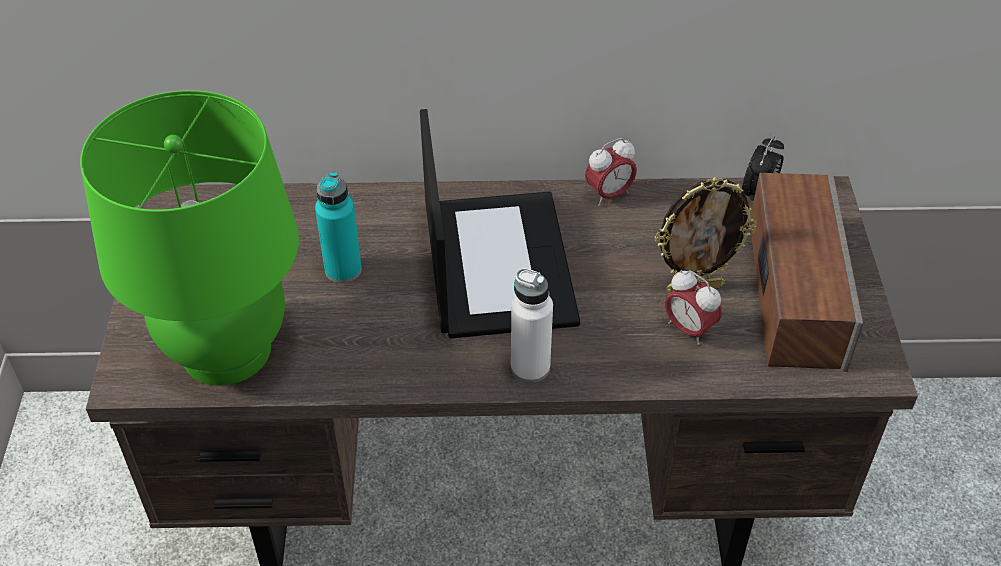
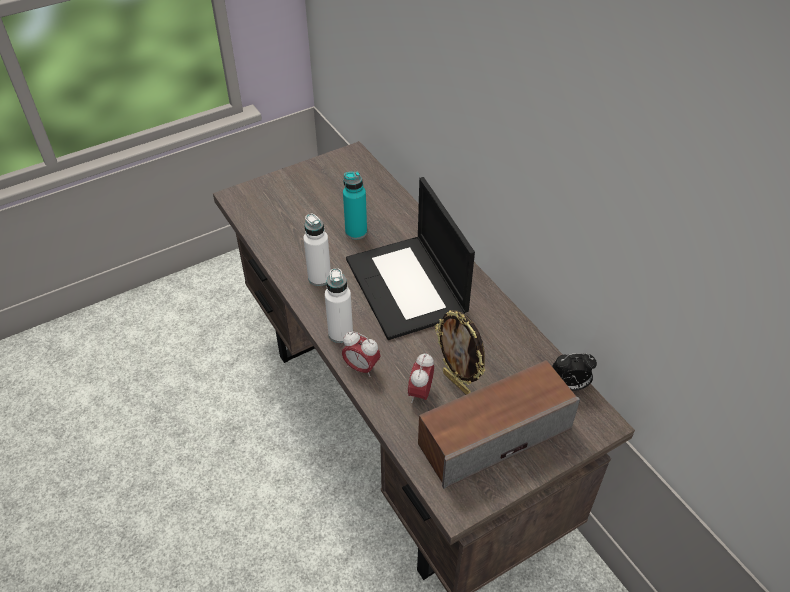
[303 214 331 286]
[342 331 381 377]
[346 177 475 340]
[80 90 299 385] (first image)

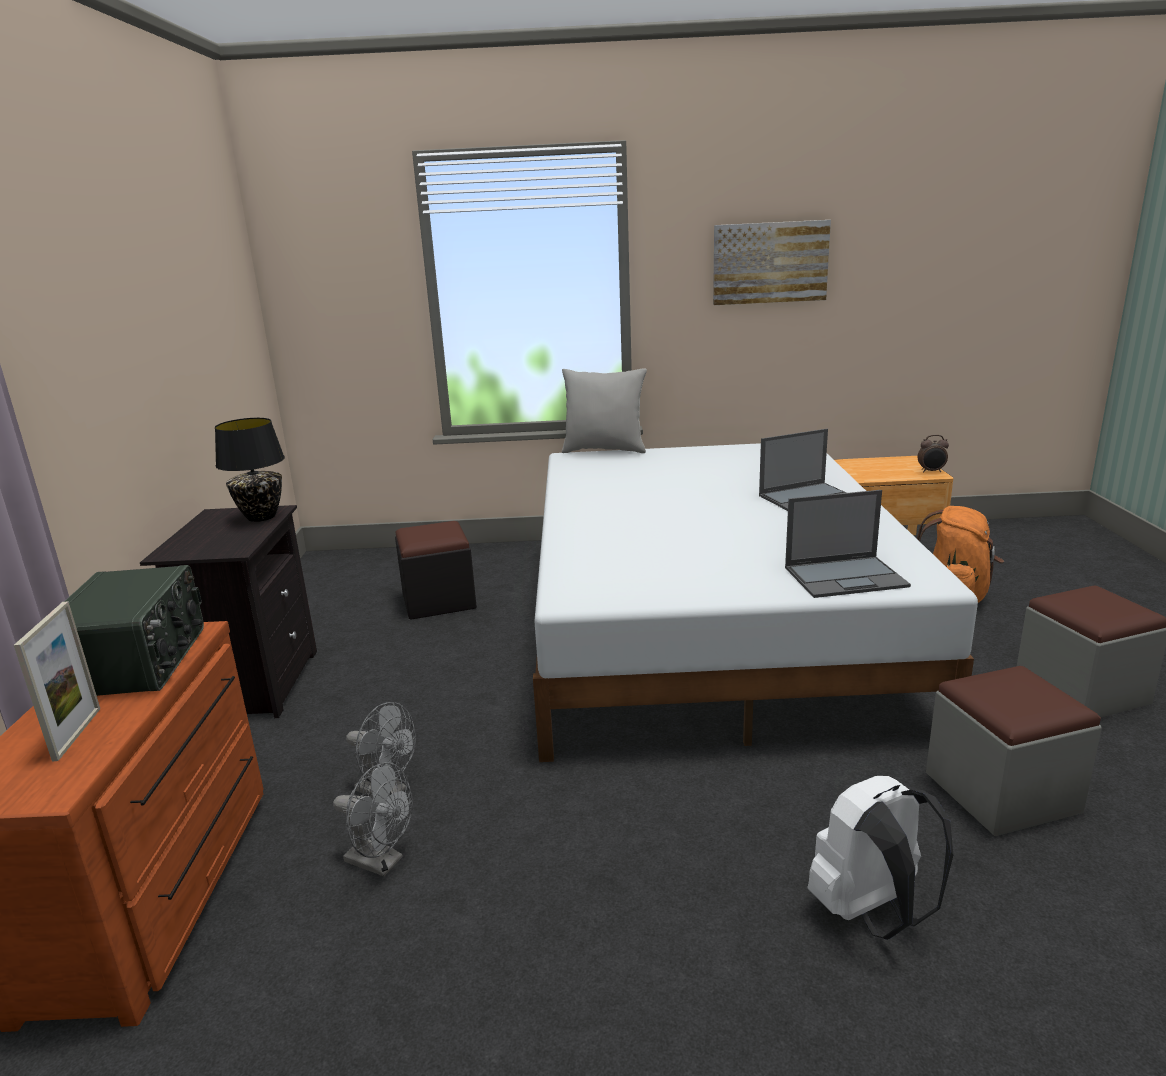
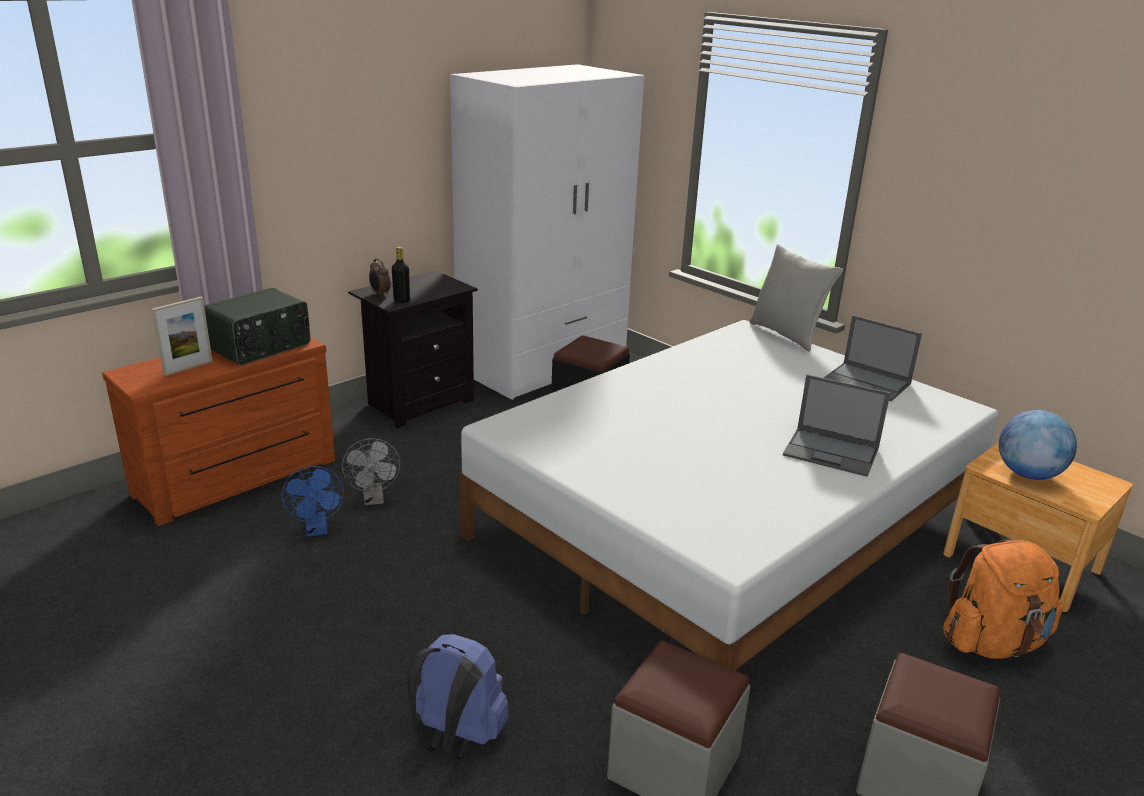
[281 466 344 537]
[369 258 391 297]
[392 247 410 303]
[407 634 509 761]
[450 64 644 400]
[824 315 922 401]
[999 410 1077 480]
[215 418 285 522] (first image)
[713 220 831 305] (first image)

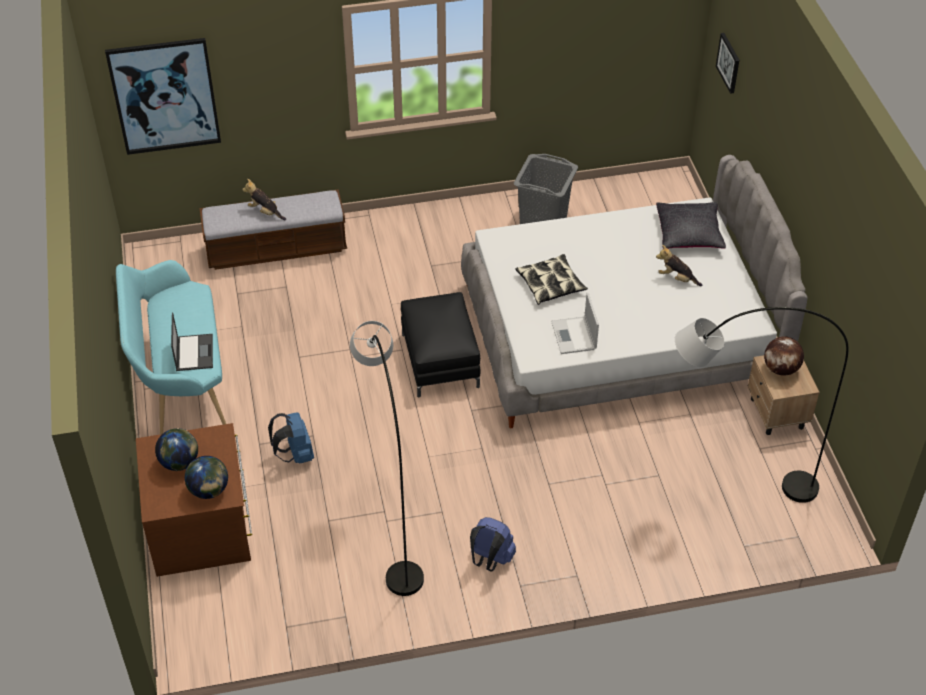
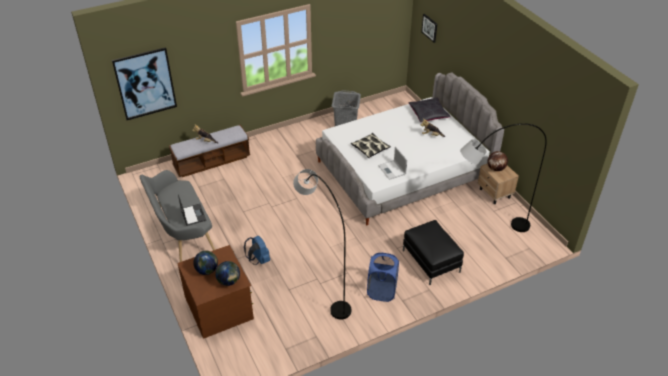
[140 170 215 262]
[367 252 399 302]
[403 220 464 285]

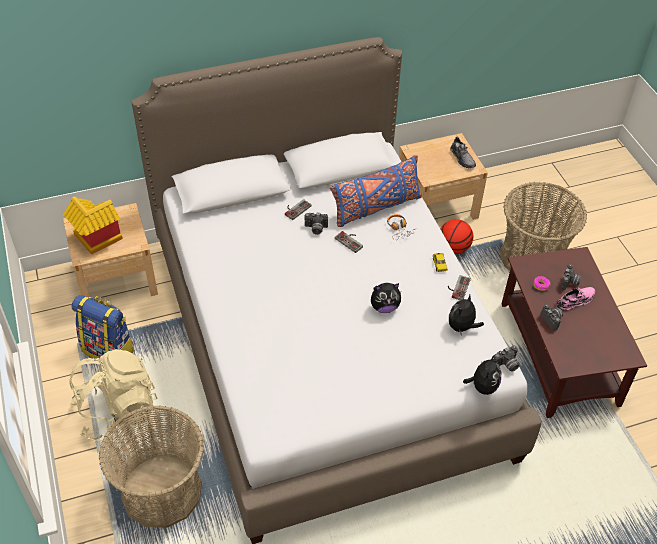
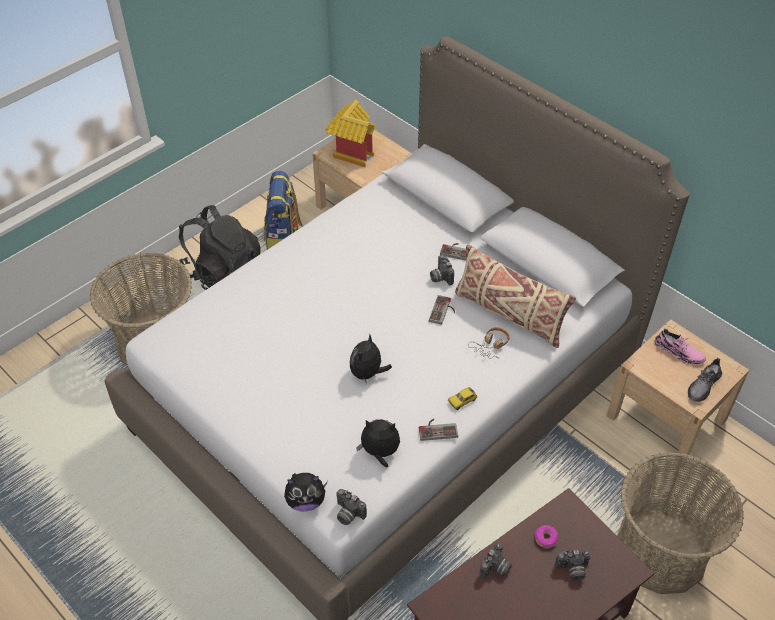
[177 205 261 290]
[350 334 392 384]
[455 245 576 348]
[655 328 706 364]
[441 219 473 254] (first image)

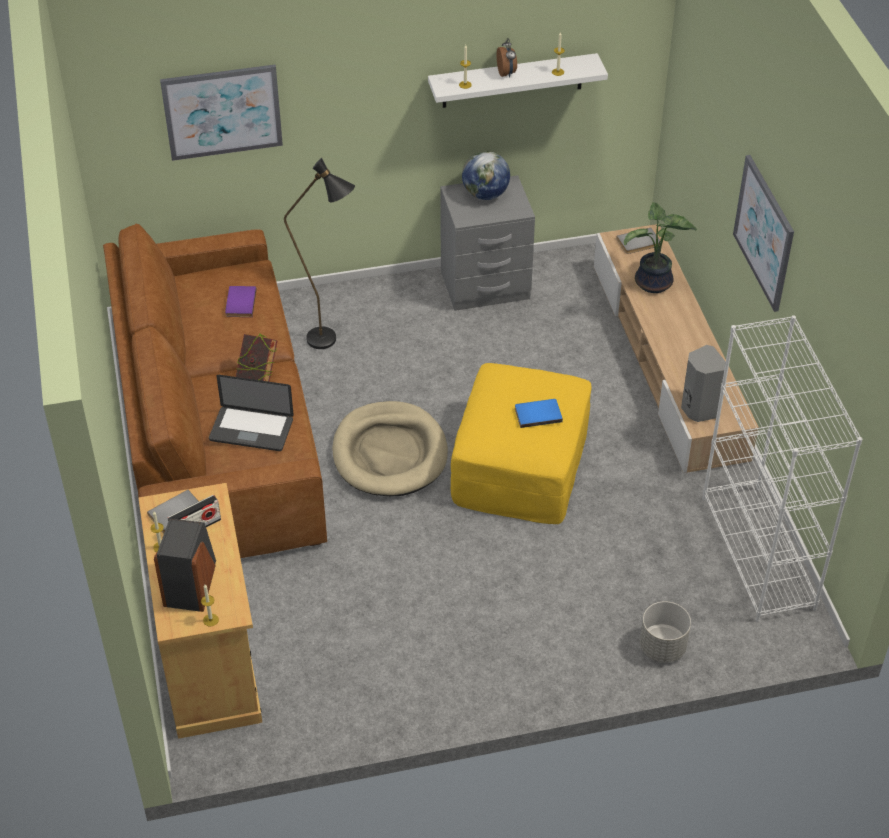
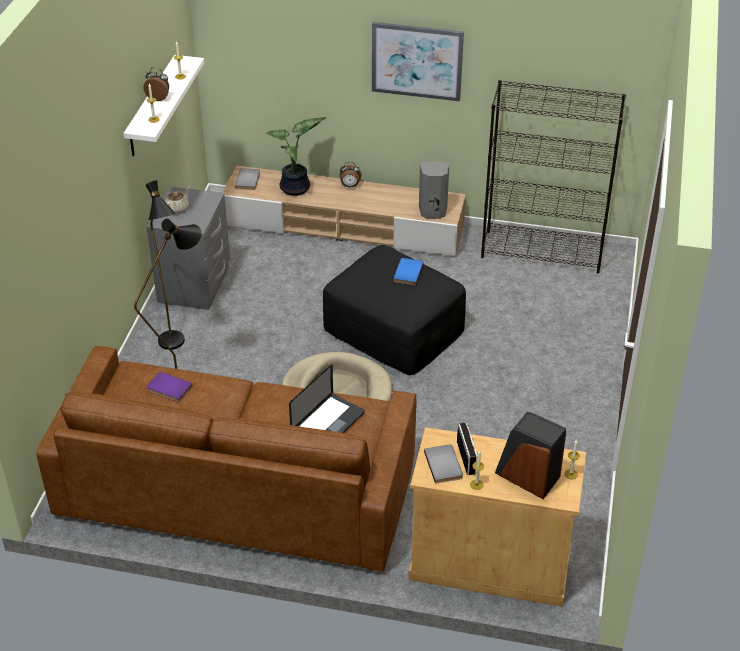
[145 180 185 350]
[165 186 190 213]
[323 245 466 375]
[339 162 361 187]
[481 80 626 273]
[160 65 283 161] (first image)
[236 333 278 382] (first image)
[640 601 691 663] (first image)

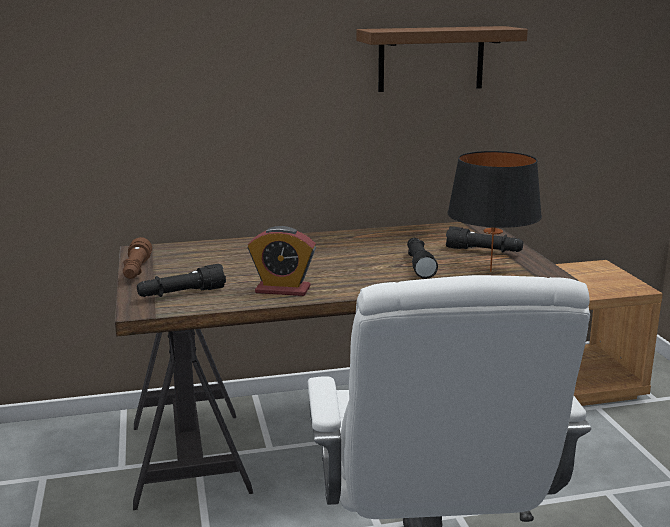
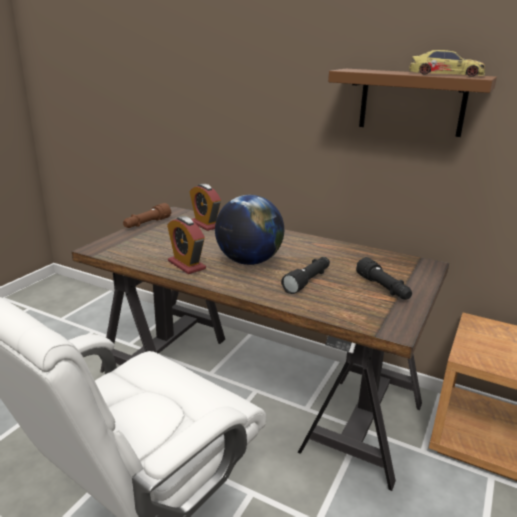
[190 184 221 231]
[215 195 284 265]
[409 50 485 77]
[137 264 226 297] (first image)
[447 151 542 272] (first image)

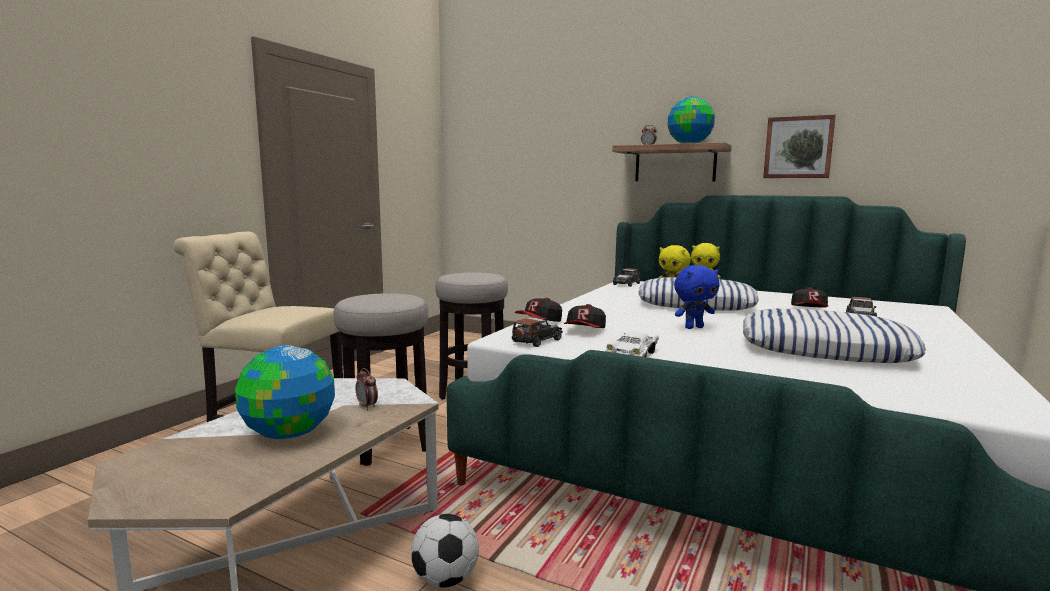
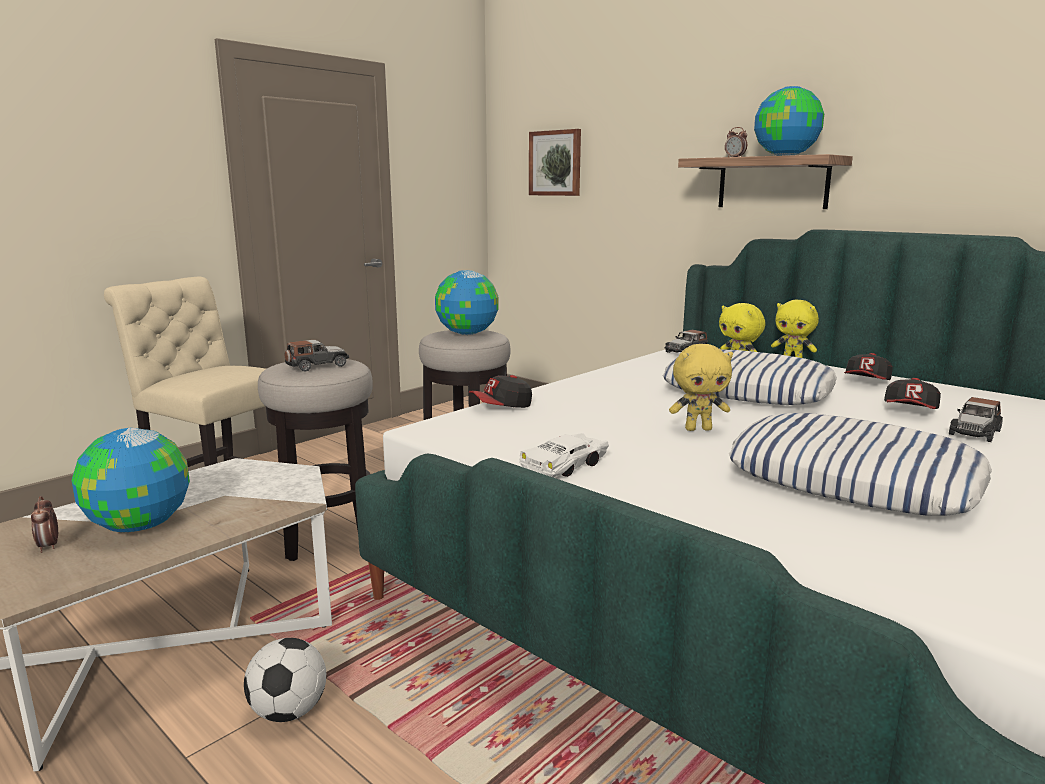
[31 496 58 553]
[284 340 349 372]
[435 270 499 335]
[529 129 581 196]
[669 344 733 431]
[844 353 893 380]

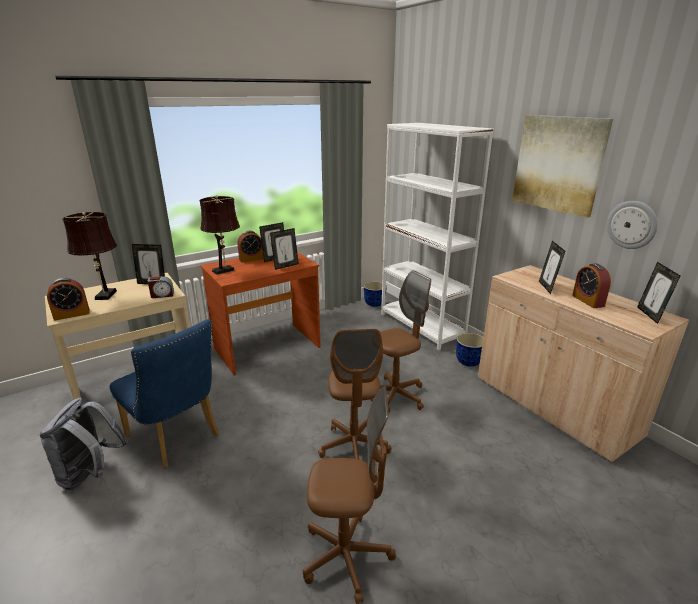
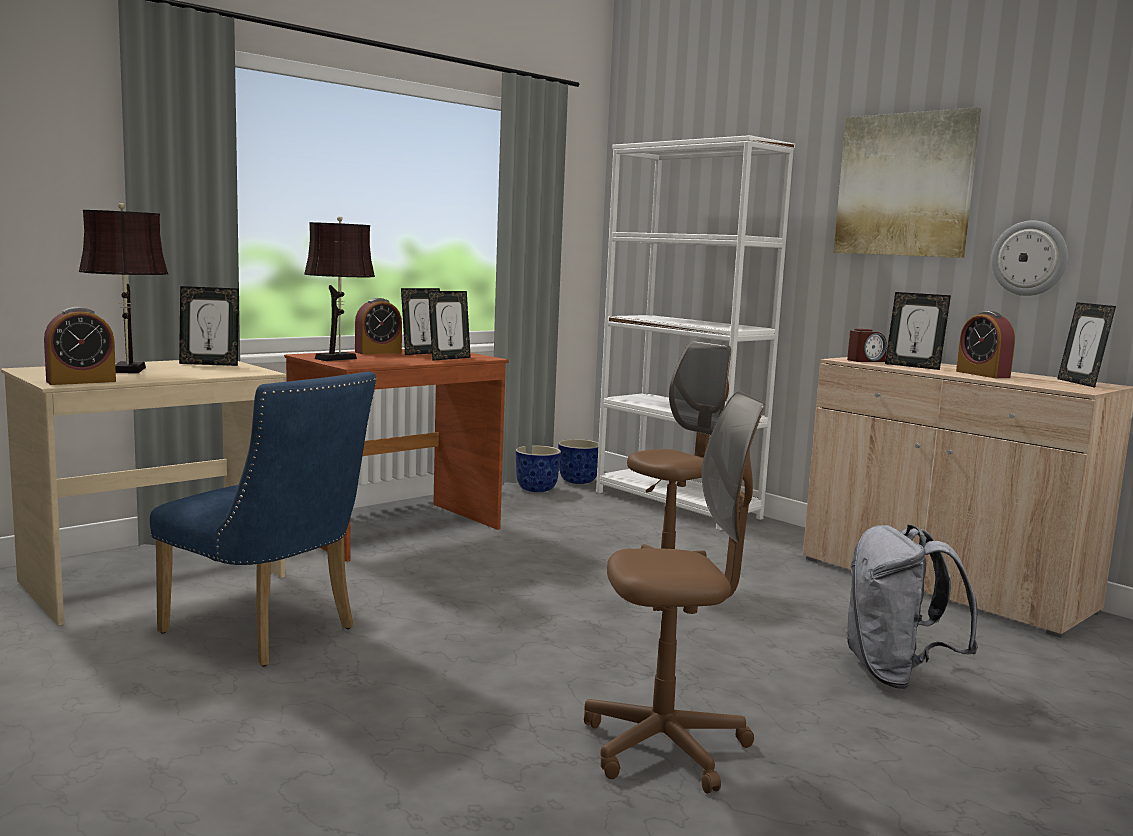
[516 445 561 492]
[845 525 978 689]
[847 329 887 362]
[885 292 951 370]
[318 329 391 460] (first image)

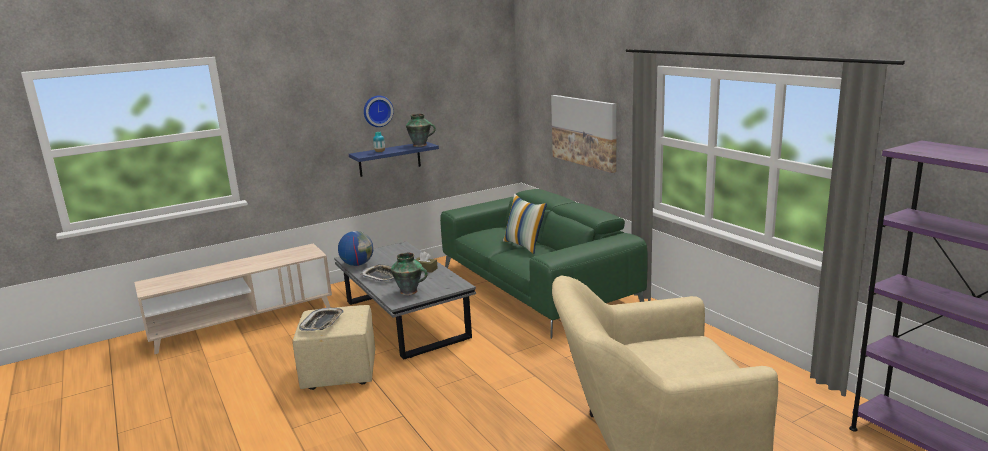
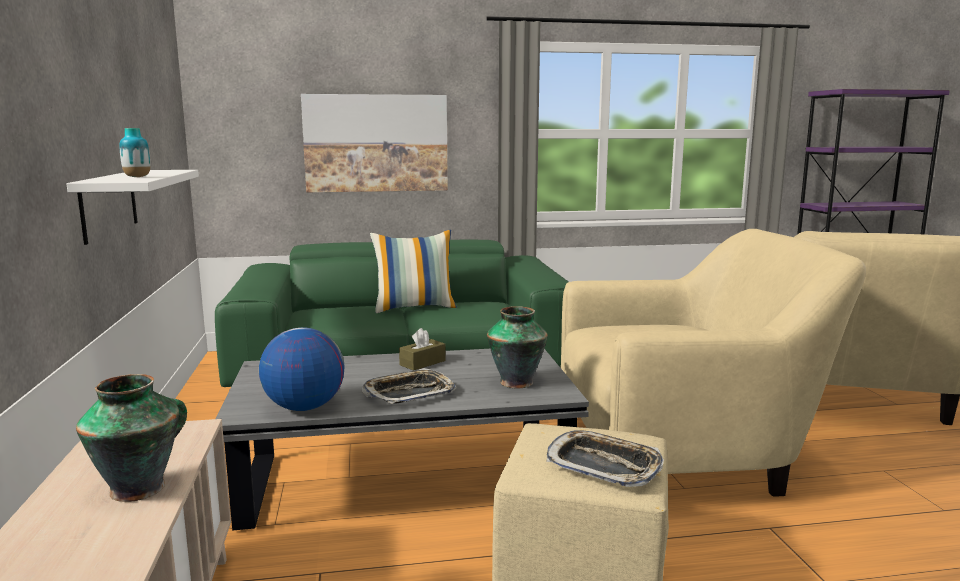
[66 170 199 245]
[76 374 187 502]
[561 229 866 497]
[364 96 394 127] (first image)

